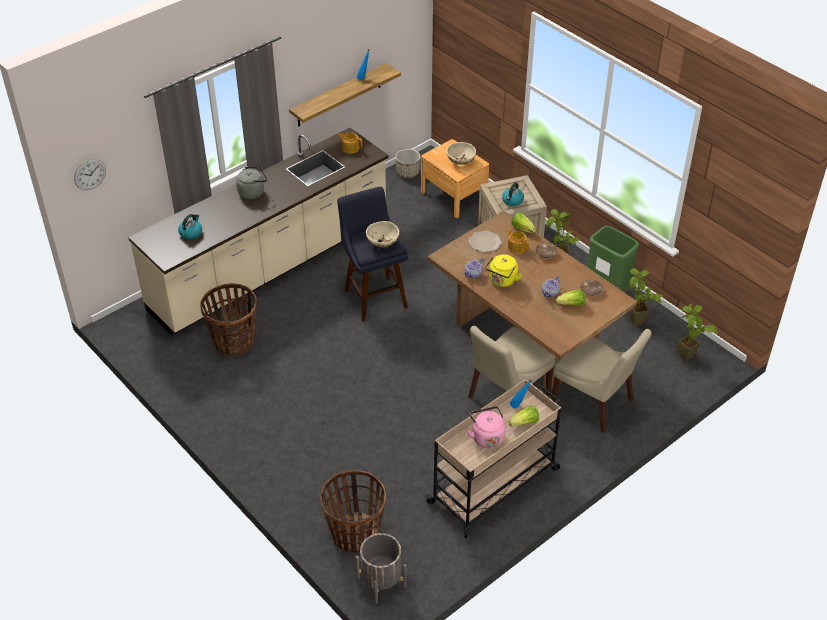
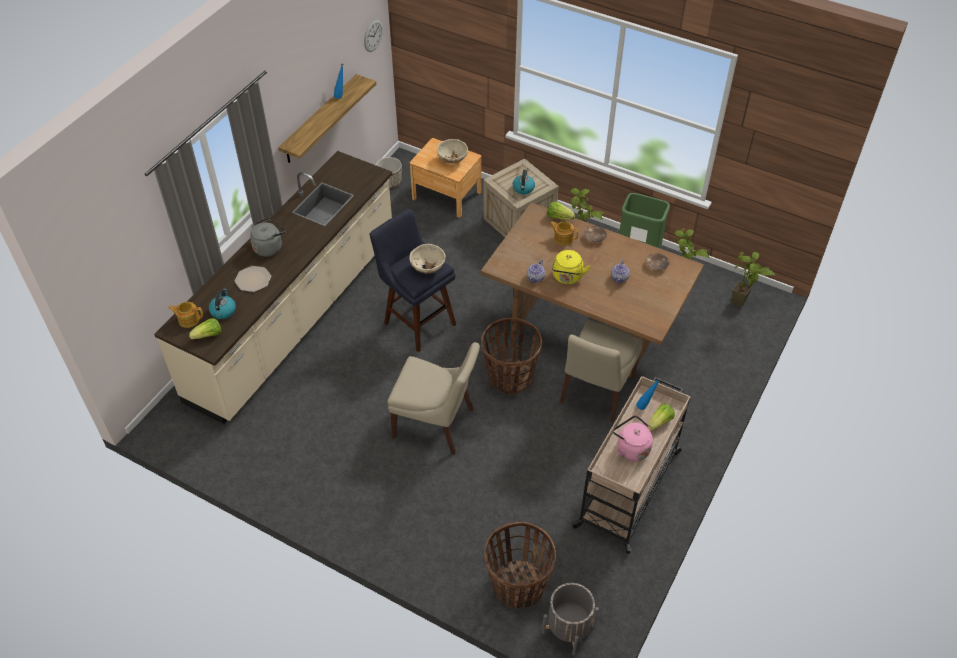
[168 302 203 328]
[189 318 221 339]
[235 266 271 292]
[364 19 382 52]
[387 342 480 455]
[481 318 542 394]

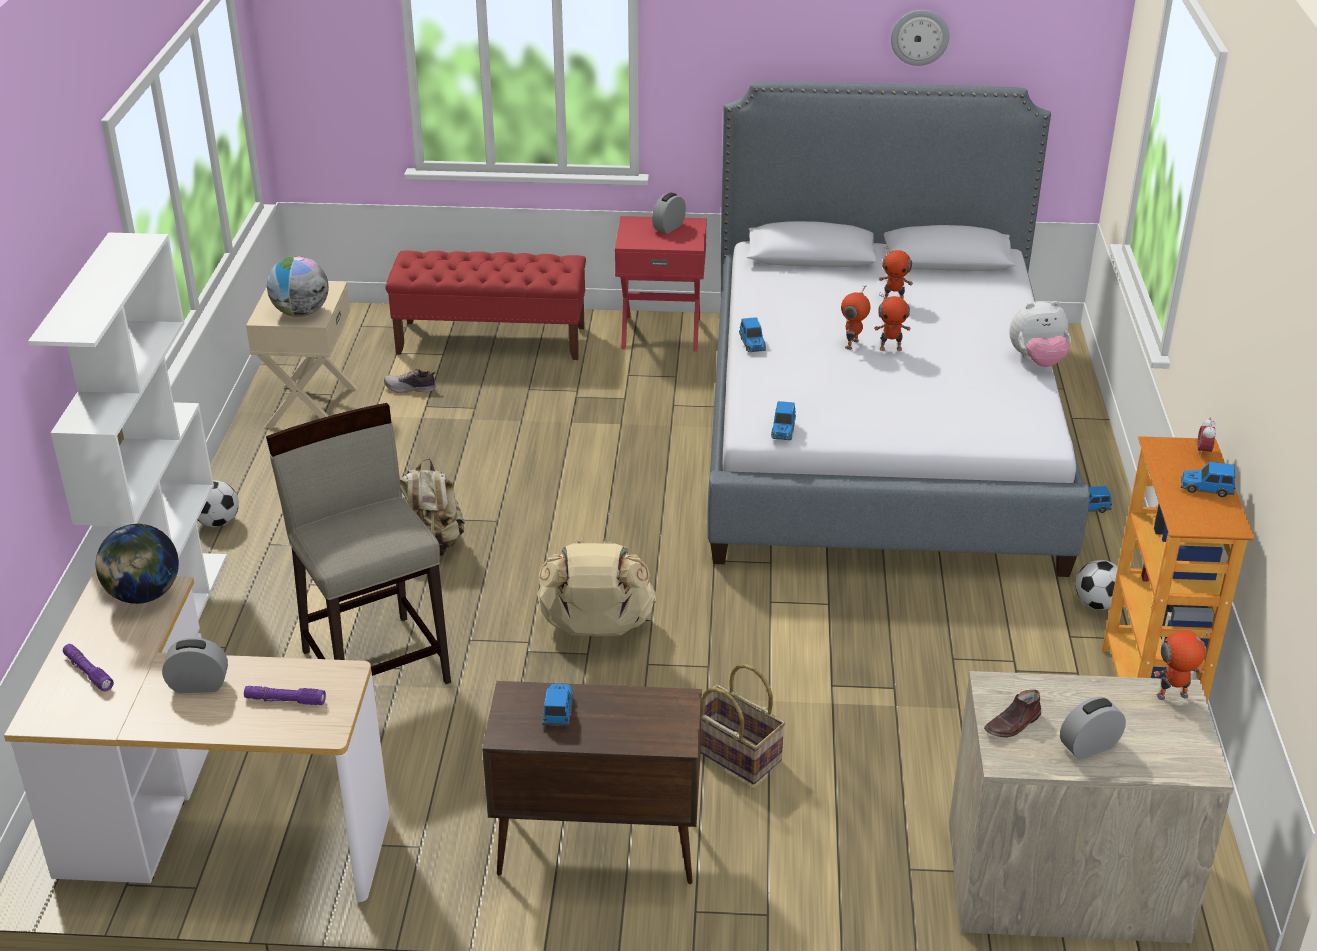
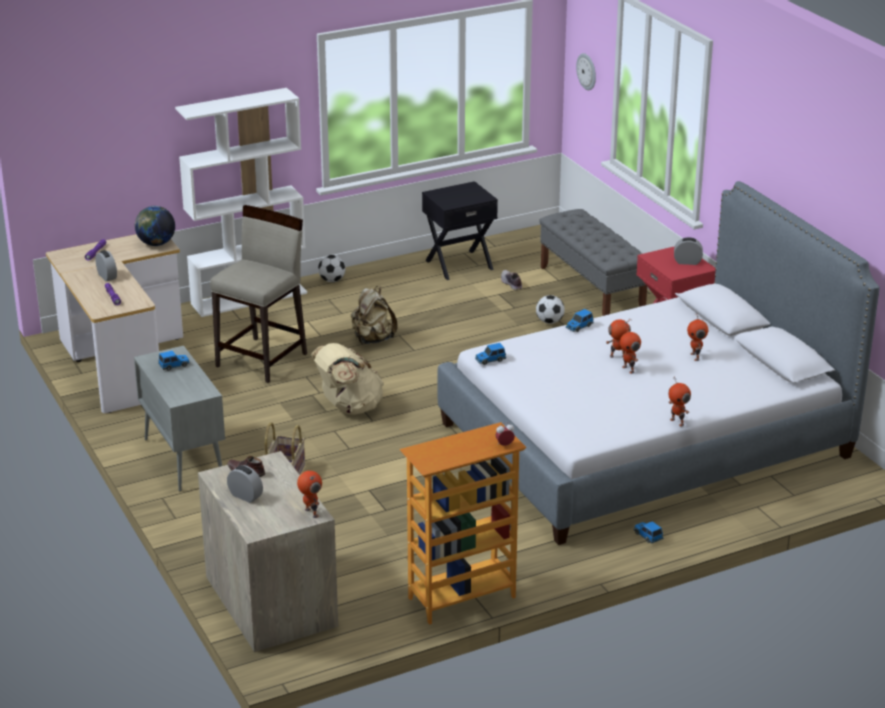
[134 346 225 491]
[422 181 498 280]
[536 295 565 324]
[539 209 647 316]
[576 53 596 90]
[669 378 691 427]
[267 256 329 317] (first image)
[1181 462 1235 497] (first image)

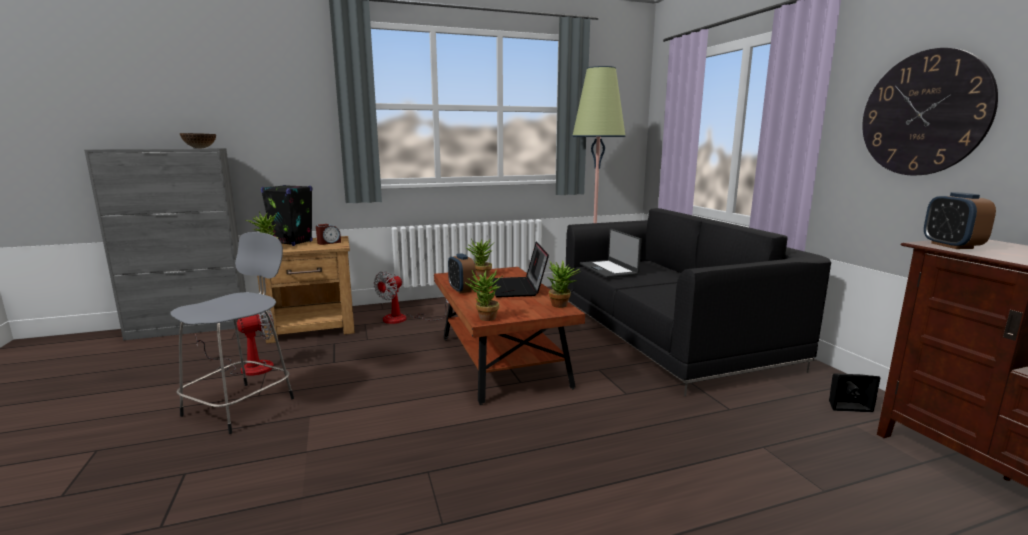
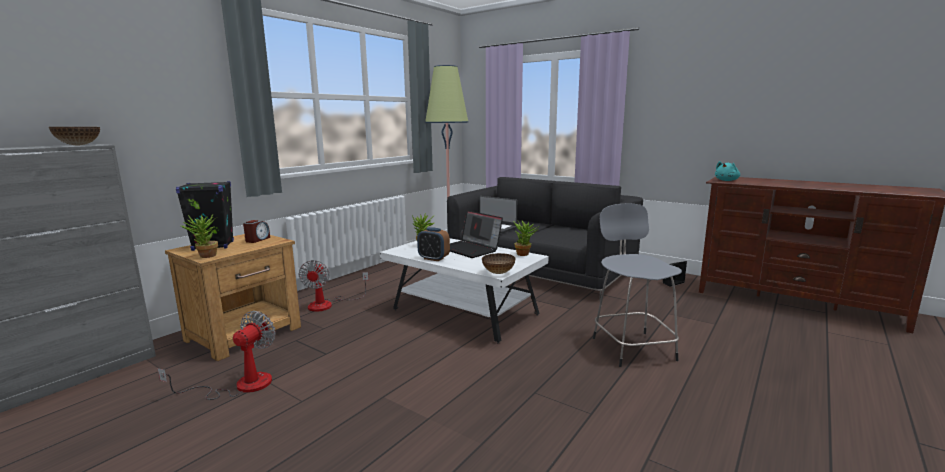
[380 238 549 343]
[482 253 515 274]
[593 204 682 367]
[715 161 740 181]
[862 48 998 176] (first image)

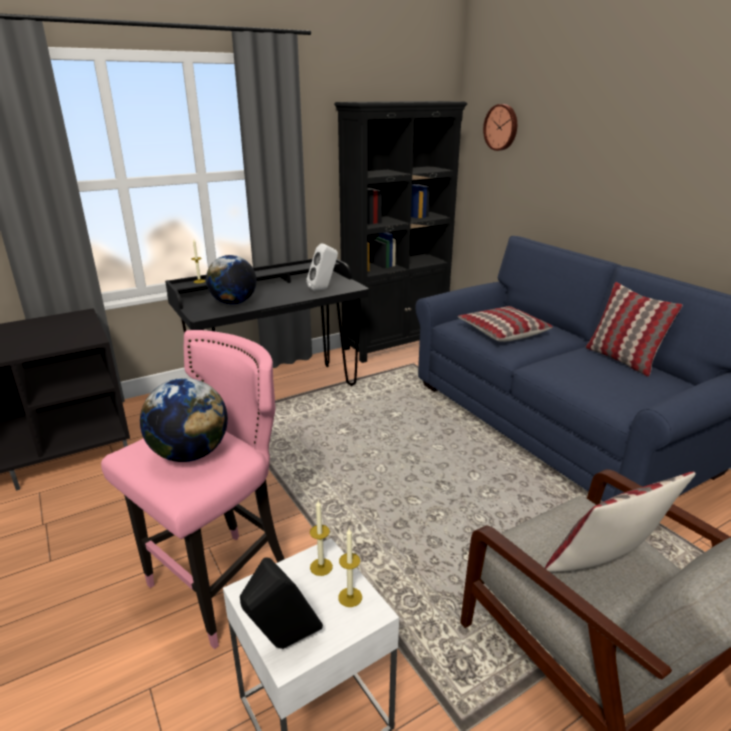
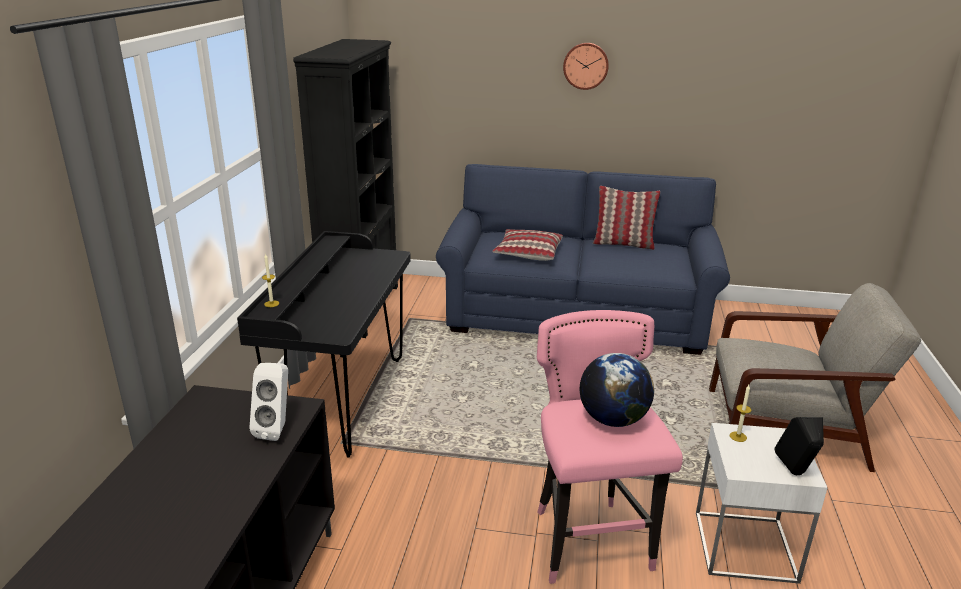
[249 363 288 441]
[563 43 609 90]
[206 255 256 305] (first image)
[338 528 362 607] (first image)
[545 472 696 572] (first image)

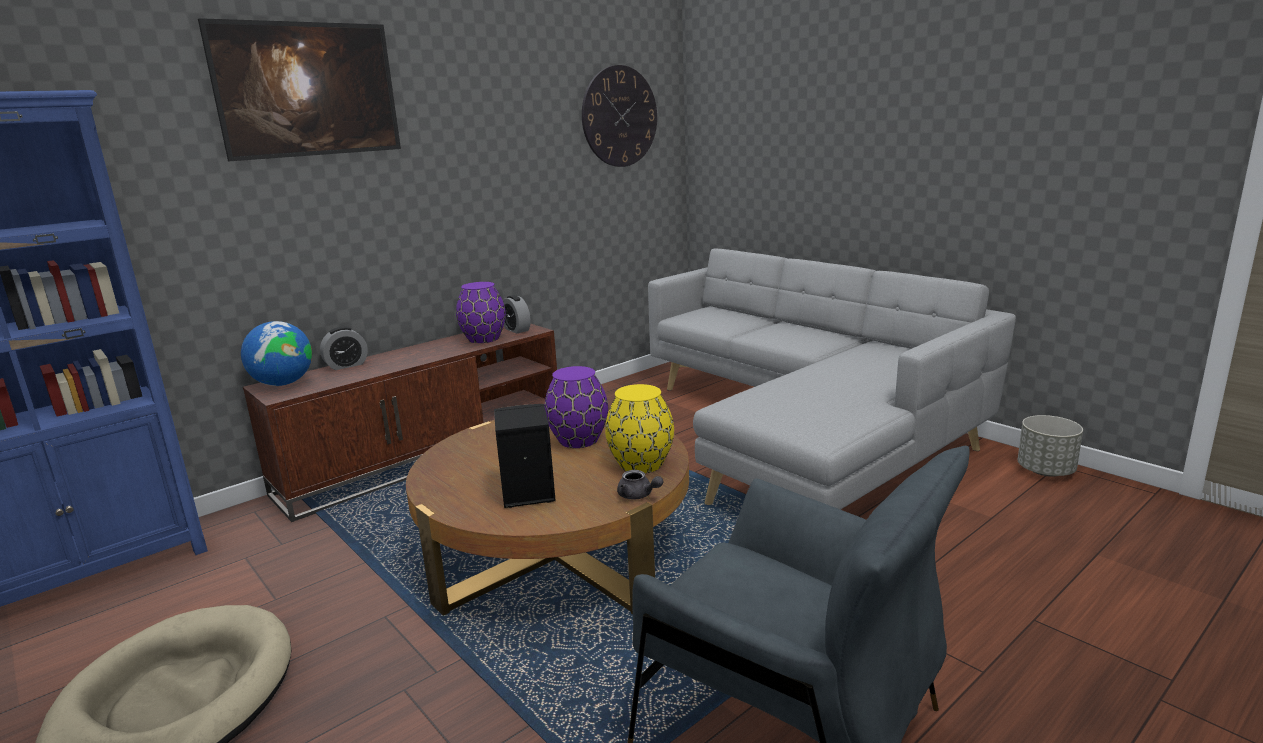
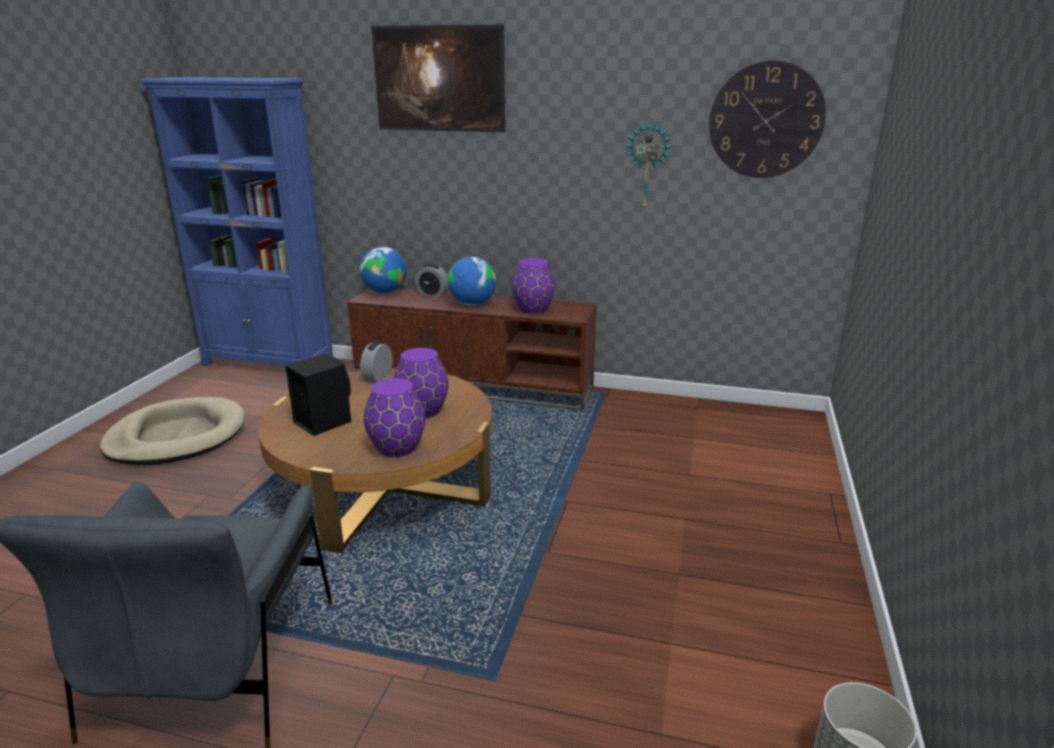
[360 341 392 383]
[364 378 425 457]
[447 257 496 306]
[625 121 673 211]
[617 470 664 499] (first image)
[648 248 1016 510] (first image)

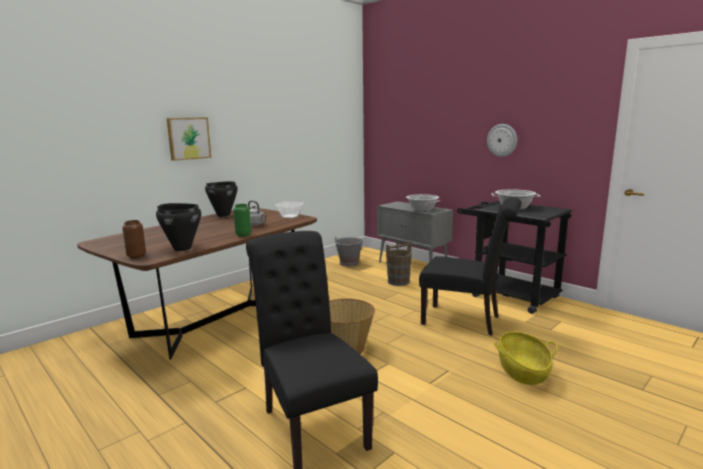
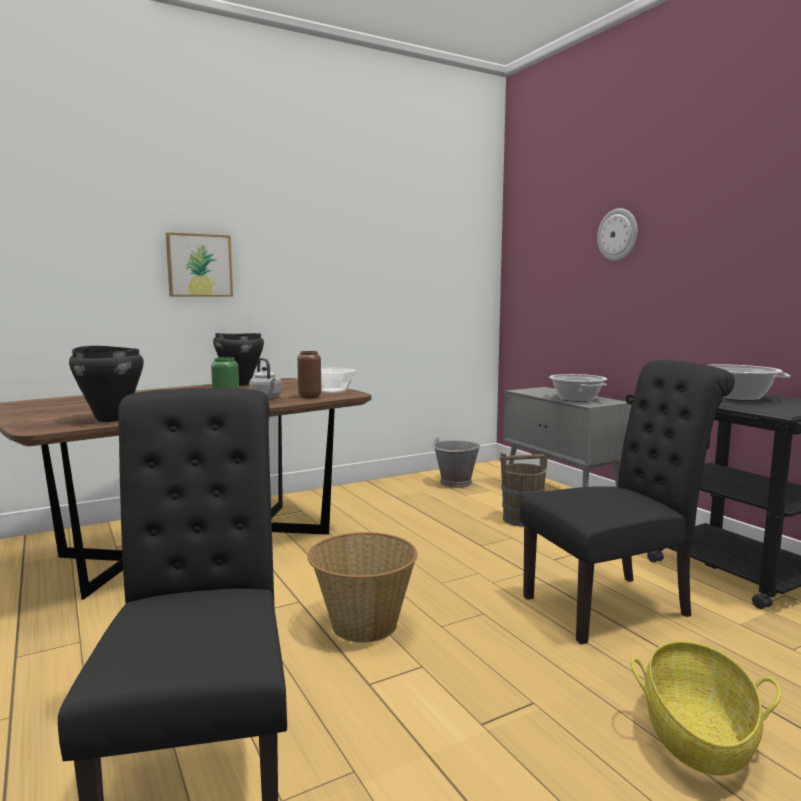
[297 351 322 398]
[520 360 735 644]
[597 208 638 261]

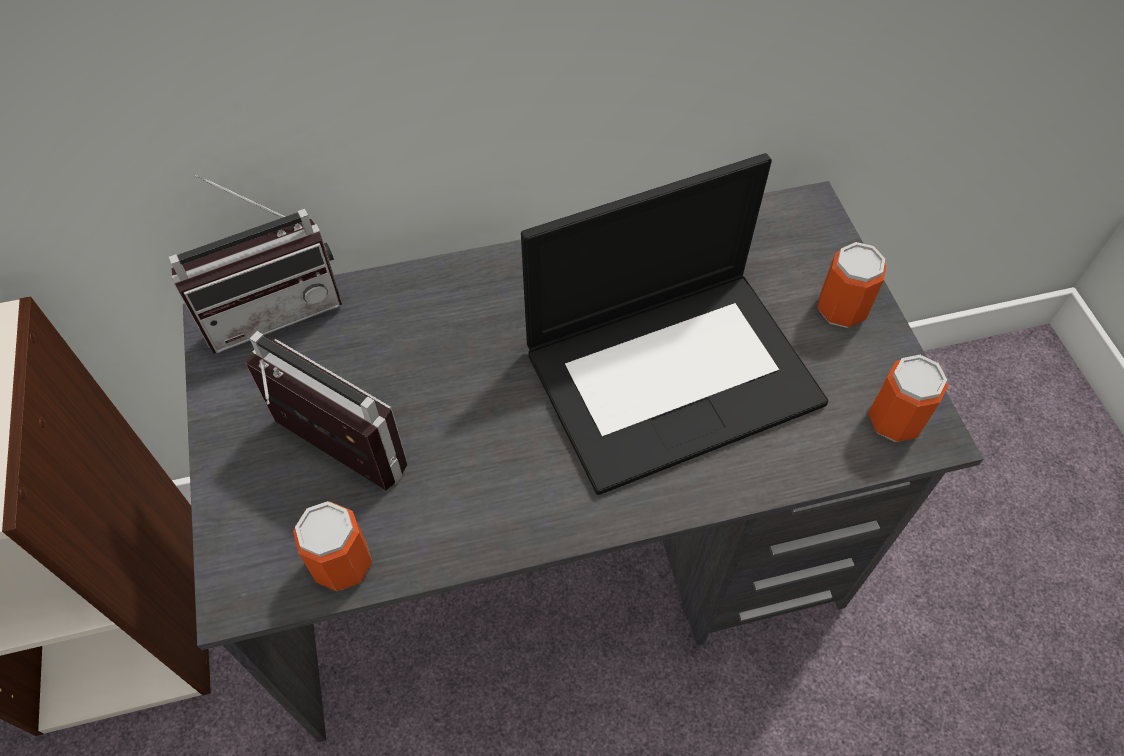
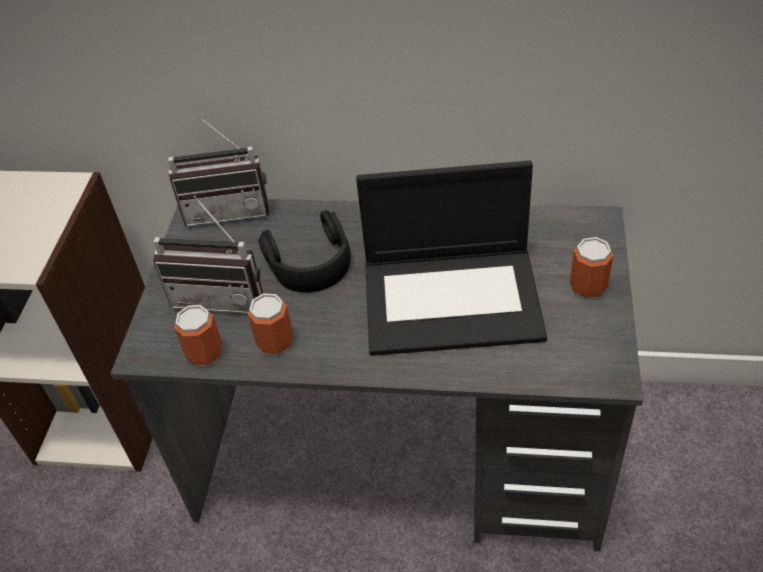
[153 196 263 313]
[248 293 293 355]
[258 210 351 293]

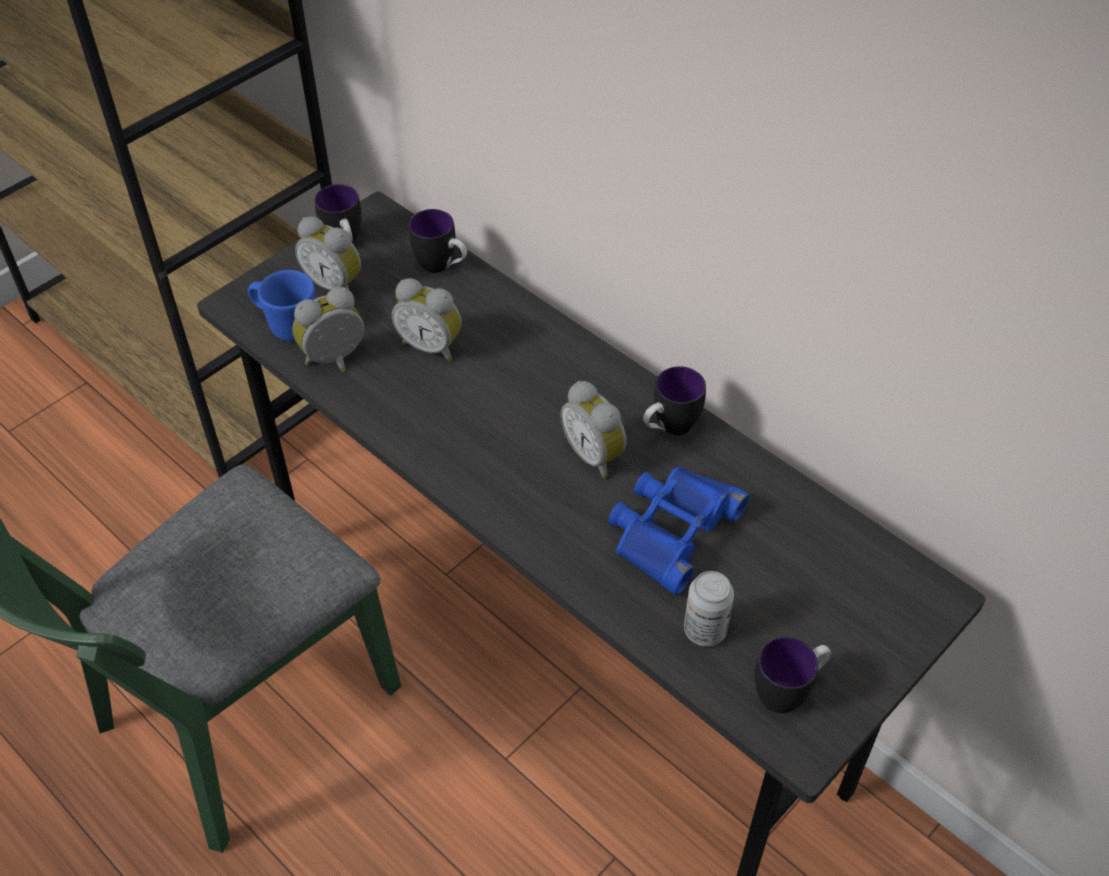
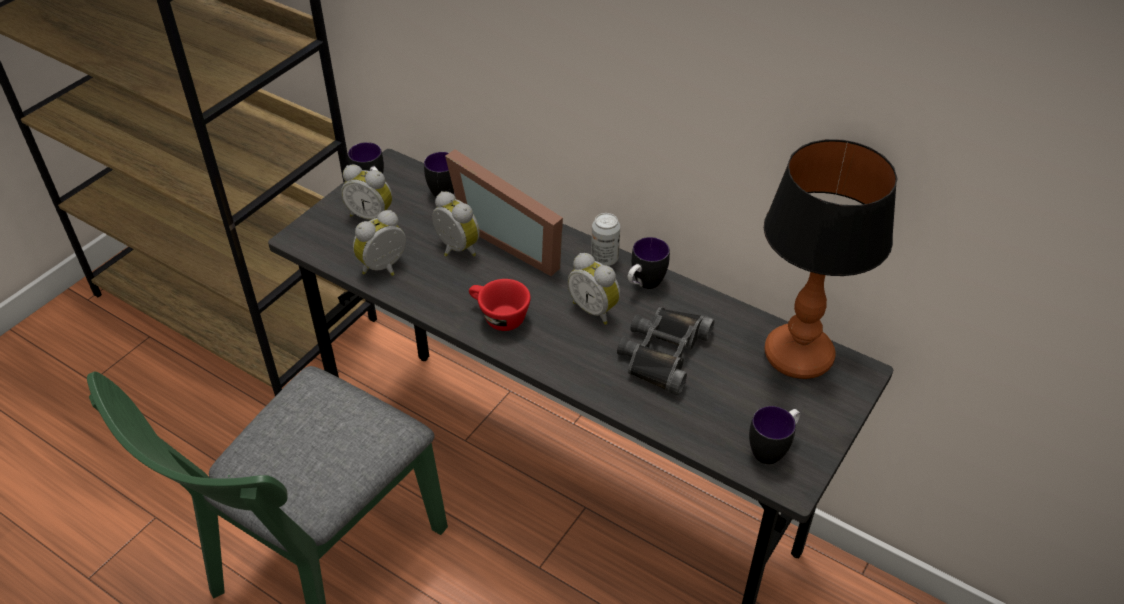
[432 191 480 257]
[445 149 563 276]
[469 279 531 331]
[591 213 620 266]
[617 307 715 395]
[764 139 898 379]
[248 270 316 342] (first image)

